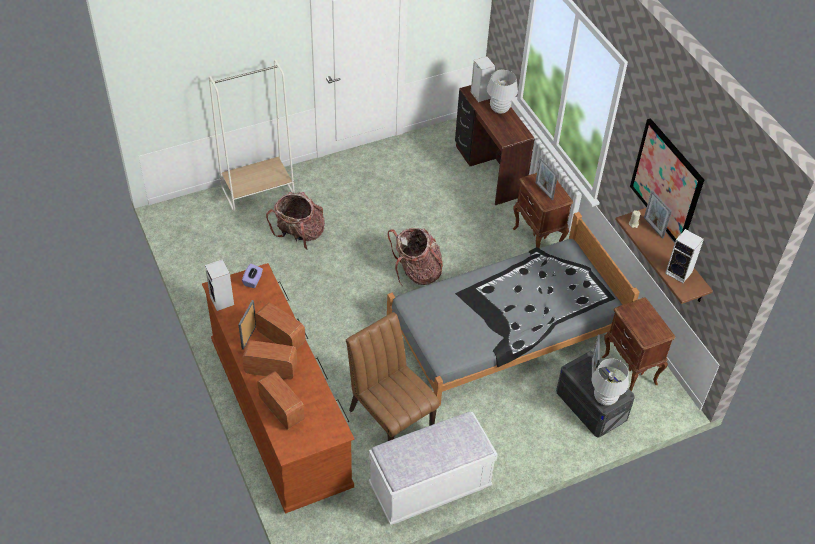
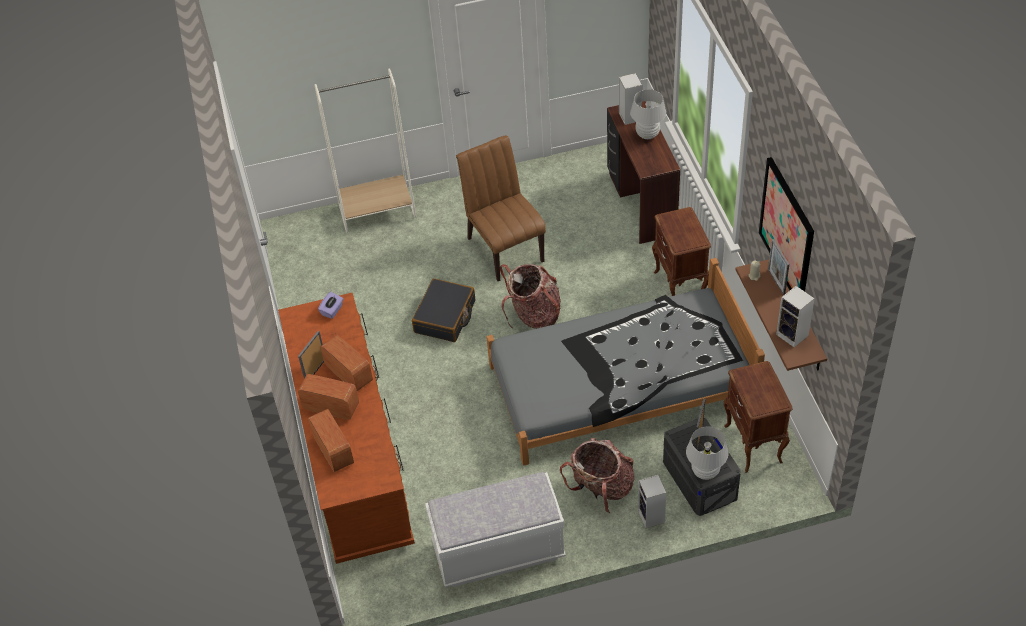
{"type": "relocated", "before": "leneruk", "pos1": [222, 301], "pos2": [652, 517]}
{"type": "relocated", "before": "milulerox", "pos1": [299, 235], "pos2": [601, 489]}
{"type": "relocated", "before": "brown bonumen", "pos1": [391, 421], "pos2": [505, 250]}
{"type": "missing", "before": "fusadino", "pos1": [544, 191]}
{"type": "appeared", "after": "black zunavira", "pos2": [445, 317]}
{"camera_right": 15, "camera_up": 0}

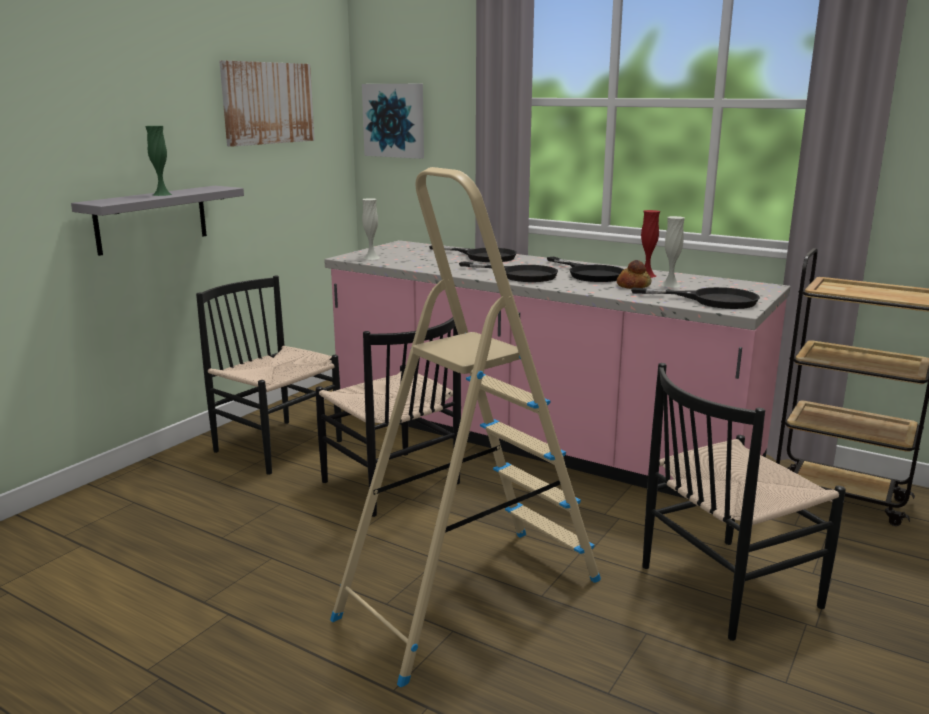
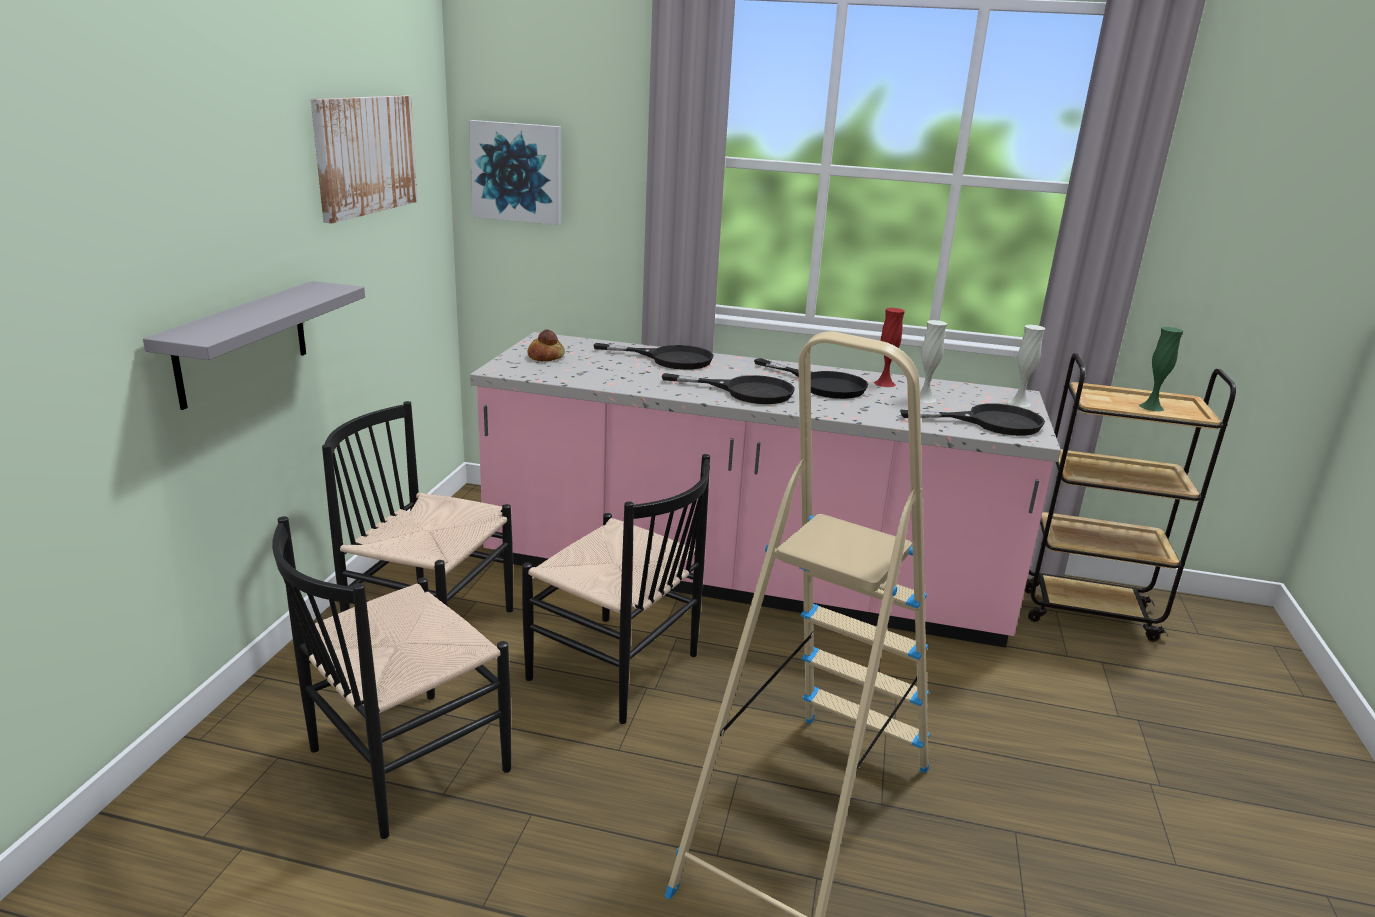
{"type": "relocated", "before": "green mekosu", "pos1": [162, 194], "pos2": [1151, 407]}
{"type": "relocated", "before": "white mekosu", "pos1": [371, 258], "pos2": [1019, 403]}
{"type": "relocated", "before": "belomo", "pos1": [633, 286], "pos2": [545, 357]}
{"type": "relocated", "before": "black bonumen", "pos1": [723, 589], "pos2": [401, 764]}
{"camera_right": -20, "camera_up": 5}

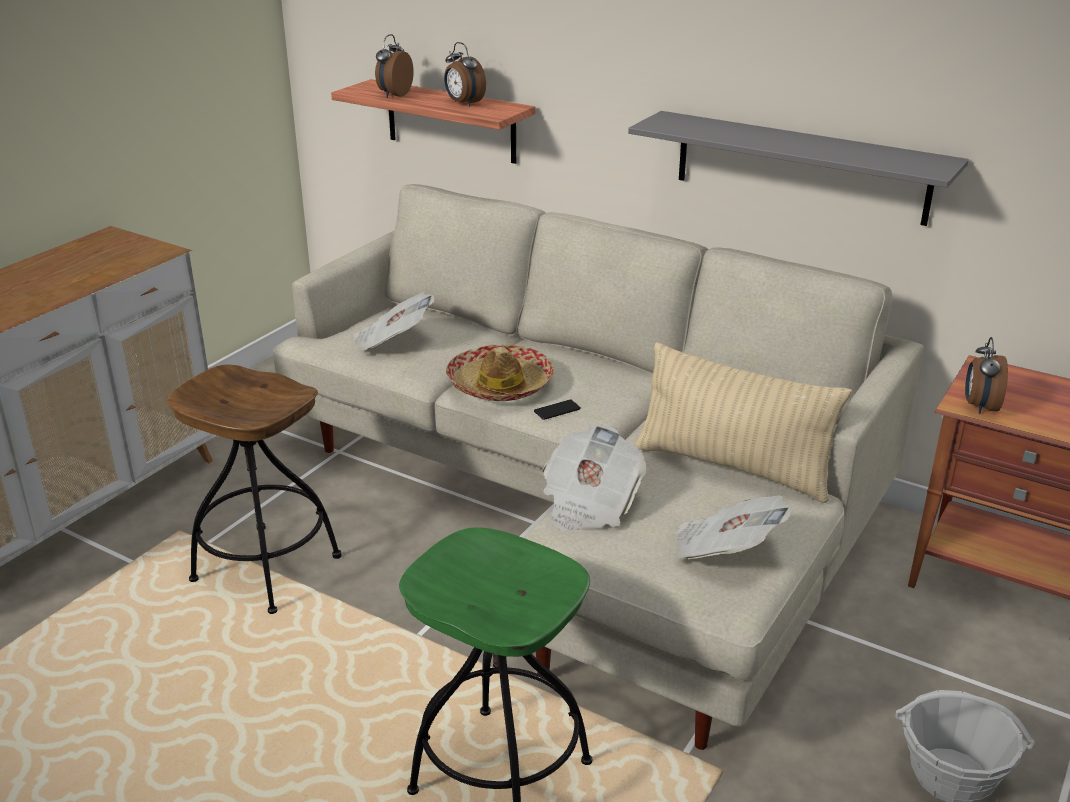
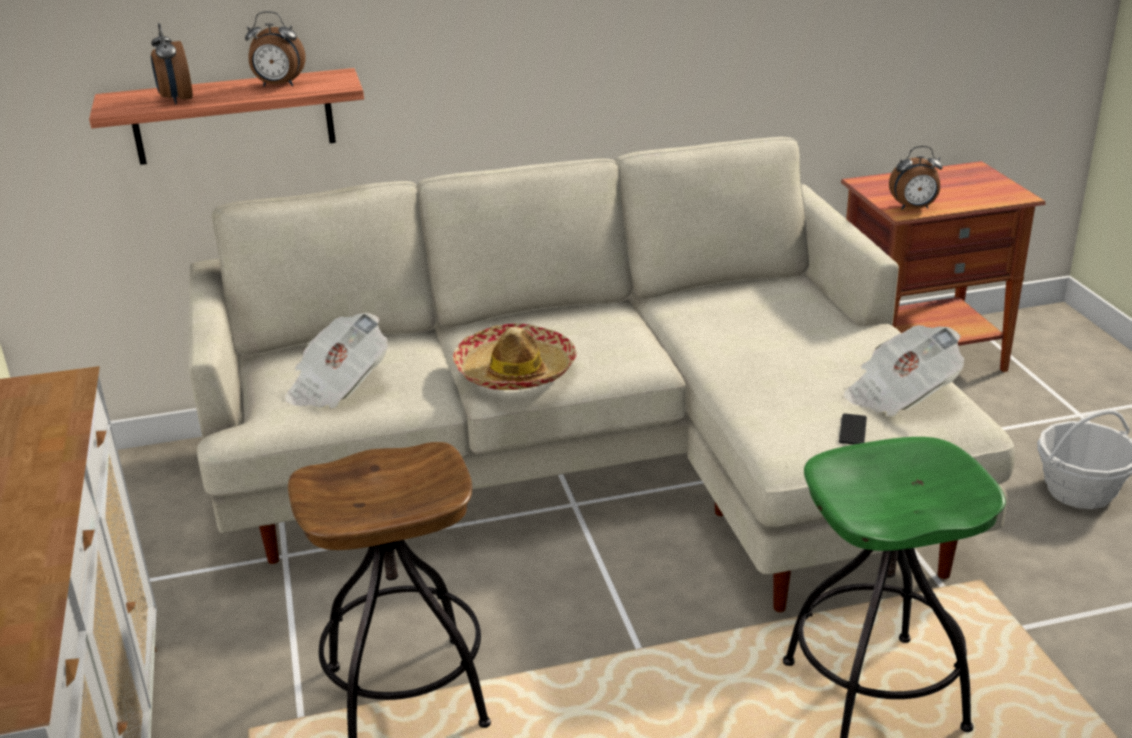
{"type": "relocated", "before": "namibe", "pos1": [557, 410], "pos2": [852, 430]}
{"type": "missing", "before": "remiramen", "pos1": [589, 504]}
{"type": "missing", "before": "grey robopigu", "pos1": [800, 167]}
{"type": "missing", "before": "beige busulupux", "pos1": [732, 467]}
{"type": "spun", "before": "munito", "pos1": [979, 406], "pos2": [914, 208], "turn": -60}
{"camera_right": -45, "camera_up": 0}

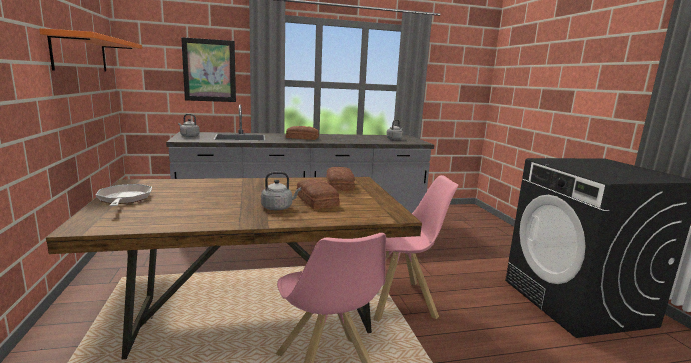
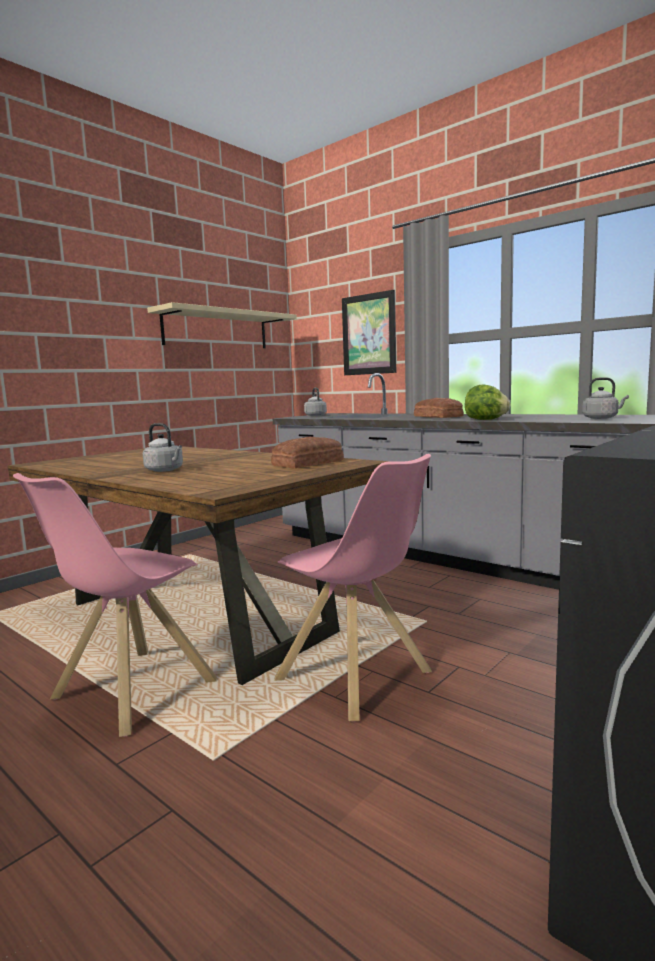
{"type": "colour", "before": "orange robopigu", "after": "beige robopigu", "pos1": [80, 54], "pos2": [216, 330]}
{"type": "missing", "before": "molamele", "pos1": [124, 199]}
{"type": "missing", "before": "belomo", "pos1": [316, 201]}
{"type": "appeared", "after": "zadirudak", "pos2": [485, 419]}
{"camera_right": 55, "camera_up": -5}

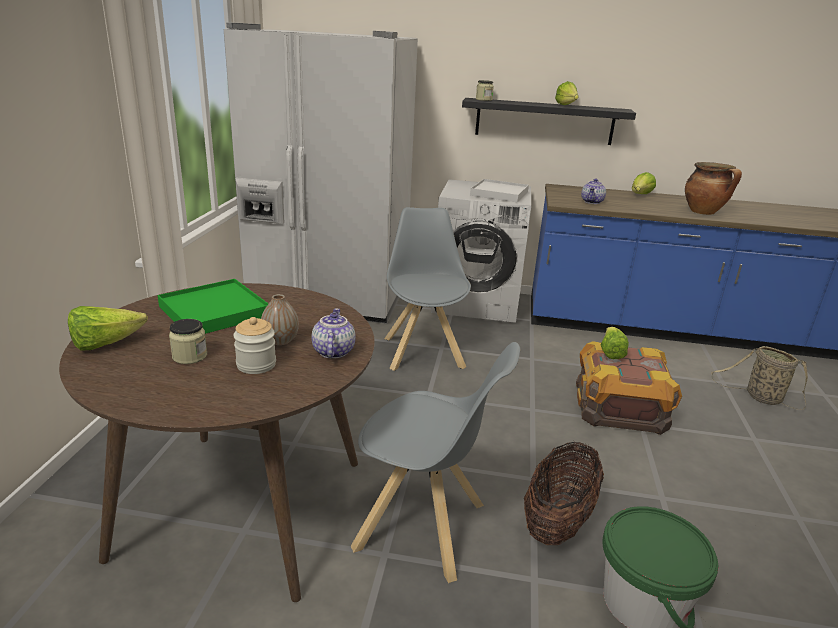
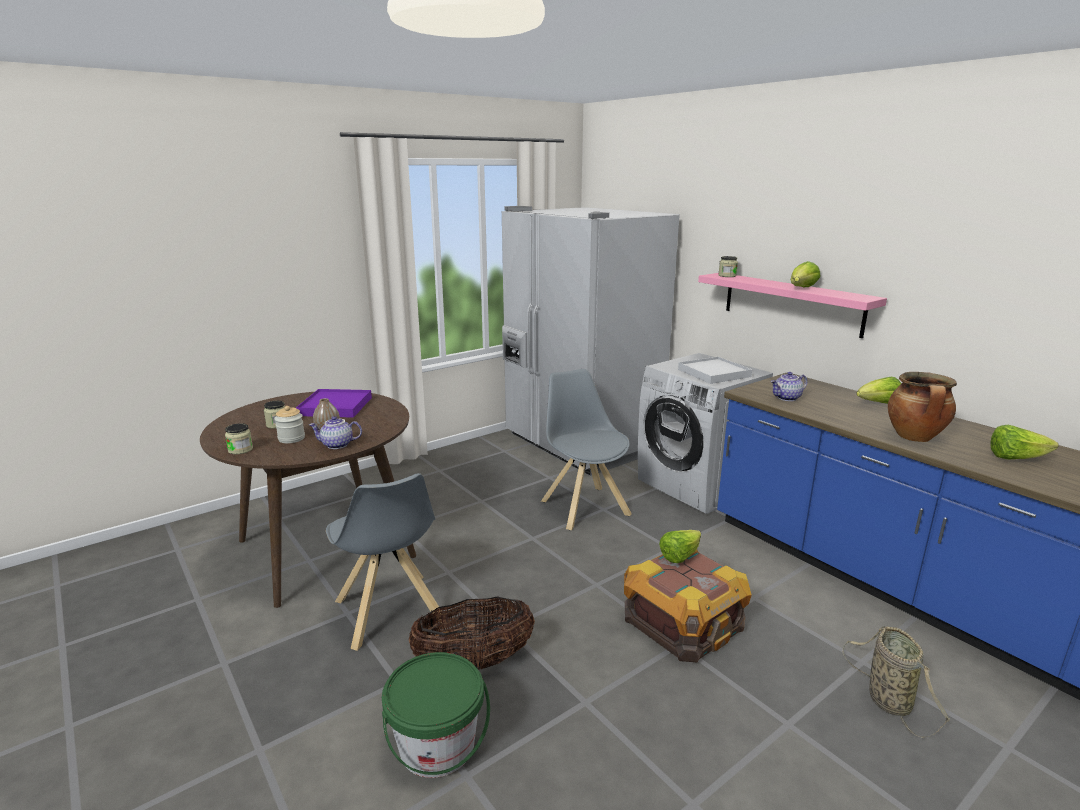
{"type": "relocated", "before": "zadirudak", "pos1": [105, 344], "pos2": [1015, 458]}
{"type": "colour", "before": "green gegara", "after": "purple gegara", "pos1": [214, 311], "pos2": [335, 406]}
{"type": "spun", "before": "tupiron", "pos1": [332, 351], "pos2": [337, 445], "turn": -135}
{"type": "spun", "before": "grey bonumen", "pos1": [423, 351], "pos2": [584, 506], "turn": -60}
{"type": "colour", "before": "black robopigu", "after": "pink robopigu", "pos1": [544, 121], "pos2": [791, 303]}
{"type": "appeared", "after": "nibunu", "pos2": [240, 450]}
{"camera_right": 45, "camera_up": -5}

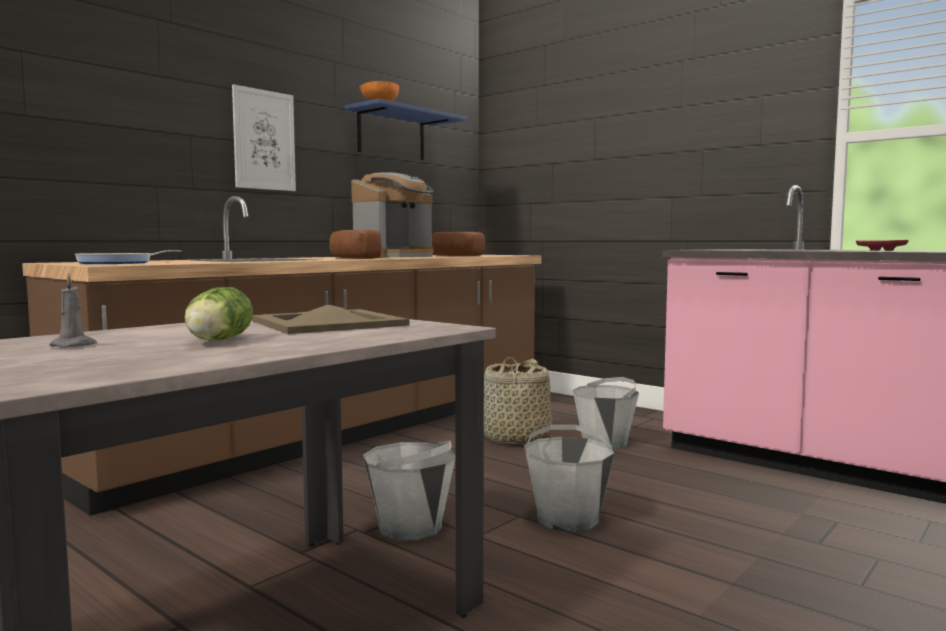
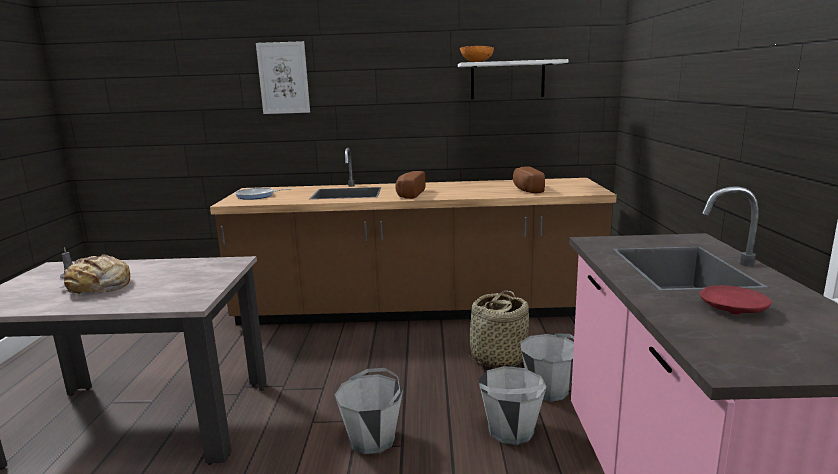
{"type": "exchanged", "before": "zadirudak", "after": "belomo", "pos1": [216, 341], "pos2": [99, 287]}
{"type": "relocated", "before": "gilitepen", "pos1": [264, 140], "pos2": [283, 78]}
{"type": "missing", "before": "beige gegara", "pos1": [330, 323]}
{"type": "colour", "before": "blue robopigu", "after": "white robopigu", "pos1": [391, 135], "pos2": [507, 80]}
{"type": "missing", "before": "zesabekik", "pos1": [395, 257]}
{"type": "relocated", "before": "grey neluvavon", "pos1": [410, 527], "pos2": [510, 430]}
{"camera_right": 50, "camera_up": 10}

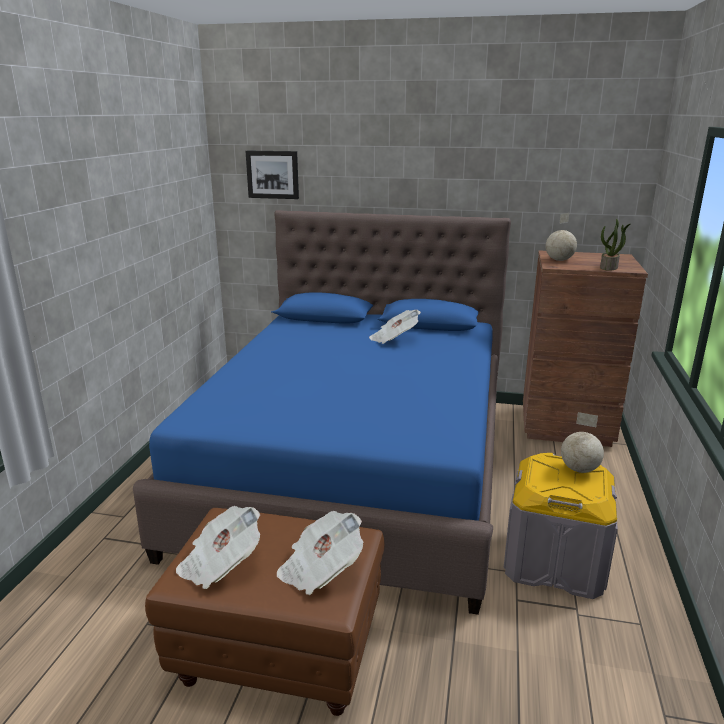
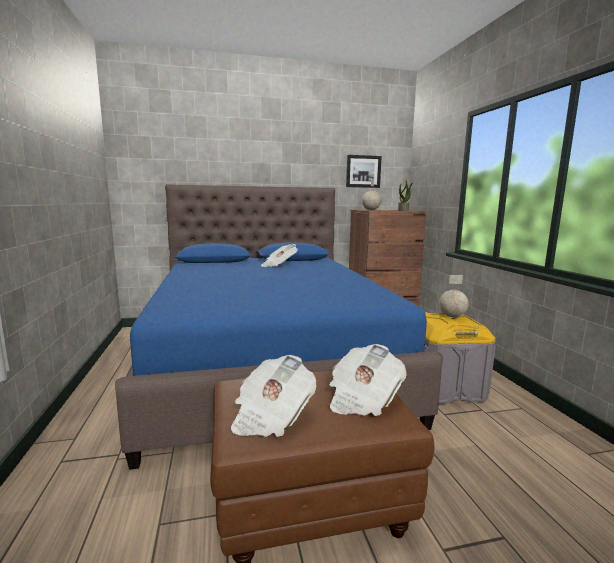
{"type": "relocated", "before": "gilitepen", "pos1": [273, 174], "pos2": [363, 171]}
{"camera_right": -25, "camera_up": -10}

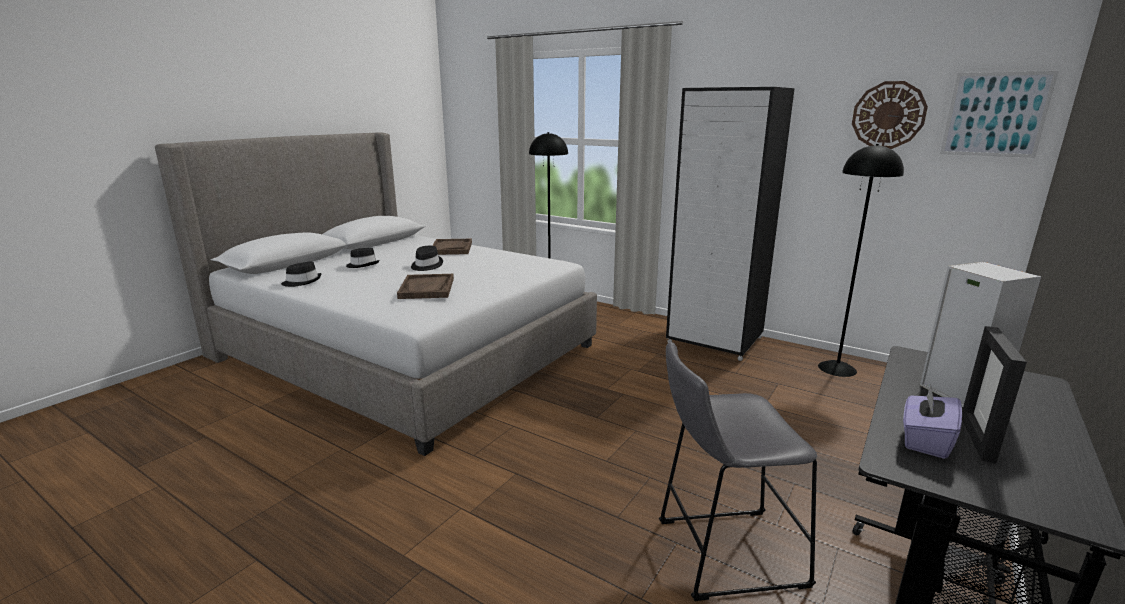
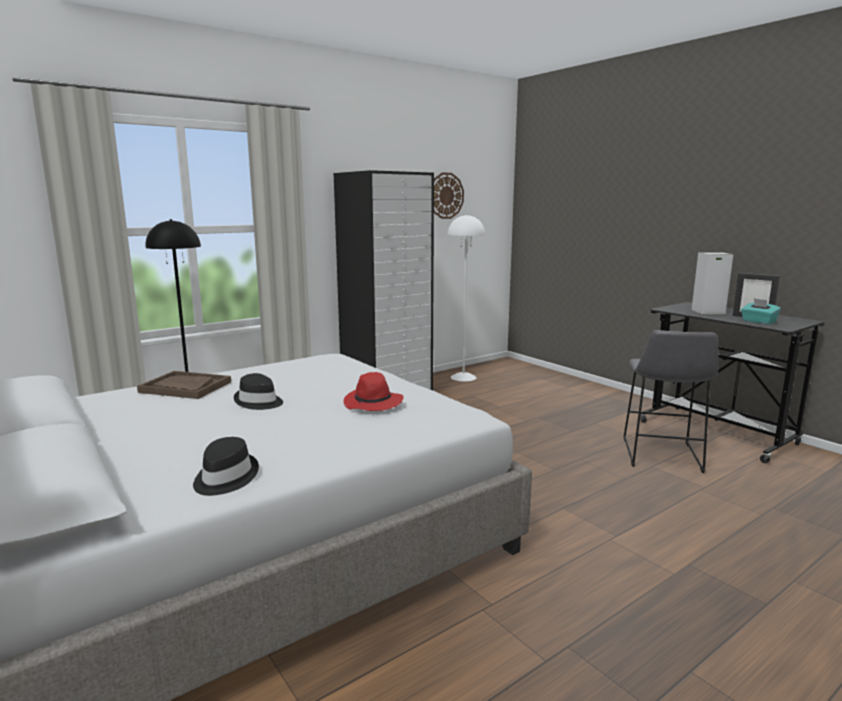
{"type": "missing", "before": "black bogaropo", "pos1": [363, 265]}
{"type": "exchanged", "before": "brown gegara", "after": "red bogaropo", "pos1": [427, 288], "pos2": [373, 404]}
{"type": "colour", "before": "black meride", "after": "white meride", "pos1": [837, 368], "pos2": [463, 377]}
{"type": "colour", "before": "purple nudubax", "after": "turquoise nudubax", "pos1": [925, 440], "pos2": [758, 322]}
{"type": "missing", "before": "gilitepen", "pos1": [995, 114]}
{"camera_right": -70, "camera_up": -5}

